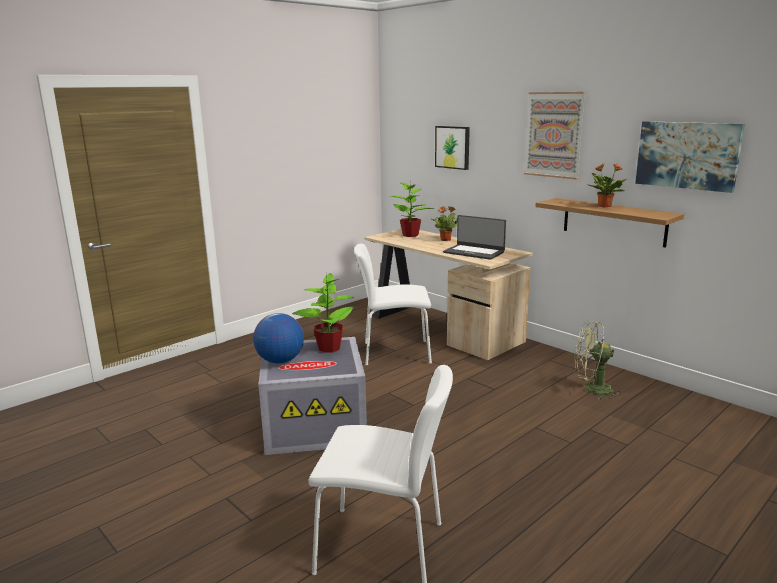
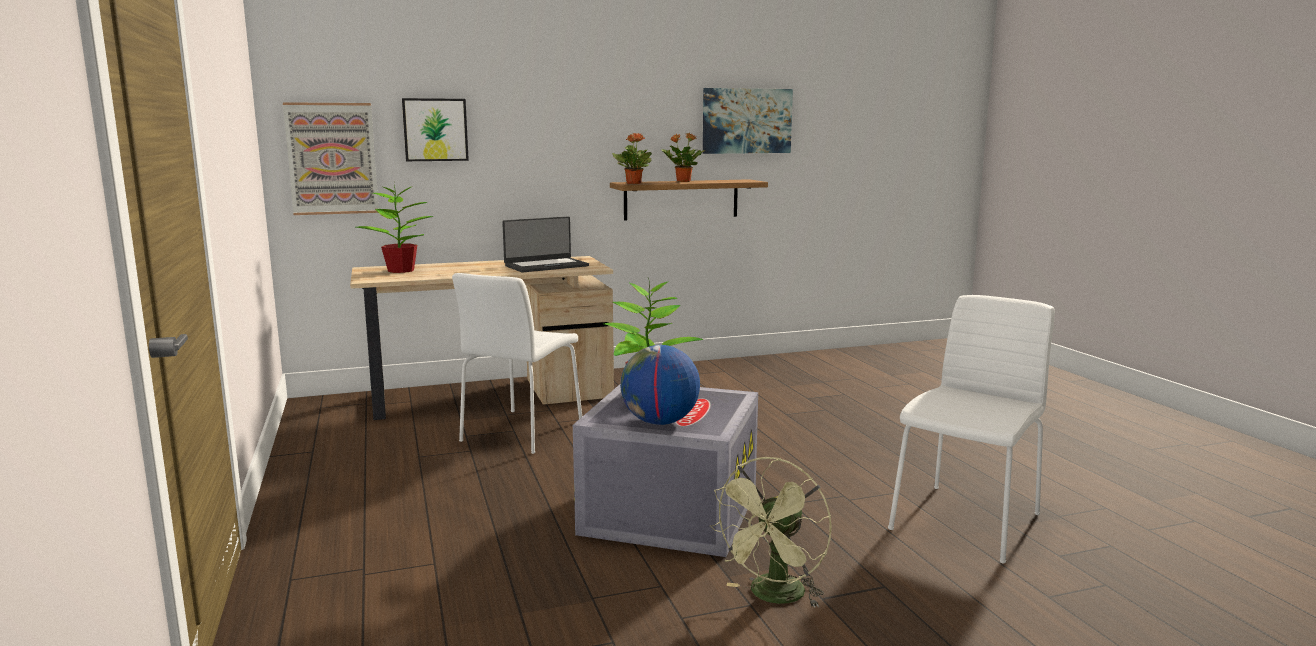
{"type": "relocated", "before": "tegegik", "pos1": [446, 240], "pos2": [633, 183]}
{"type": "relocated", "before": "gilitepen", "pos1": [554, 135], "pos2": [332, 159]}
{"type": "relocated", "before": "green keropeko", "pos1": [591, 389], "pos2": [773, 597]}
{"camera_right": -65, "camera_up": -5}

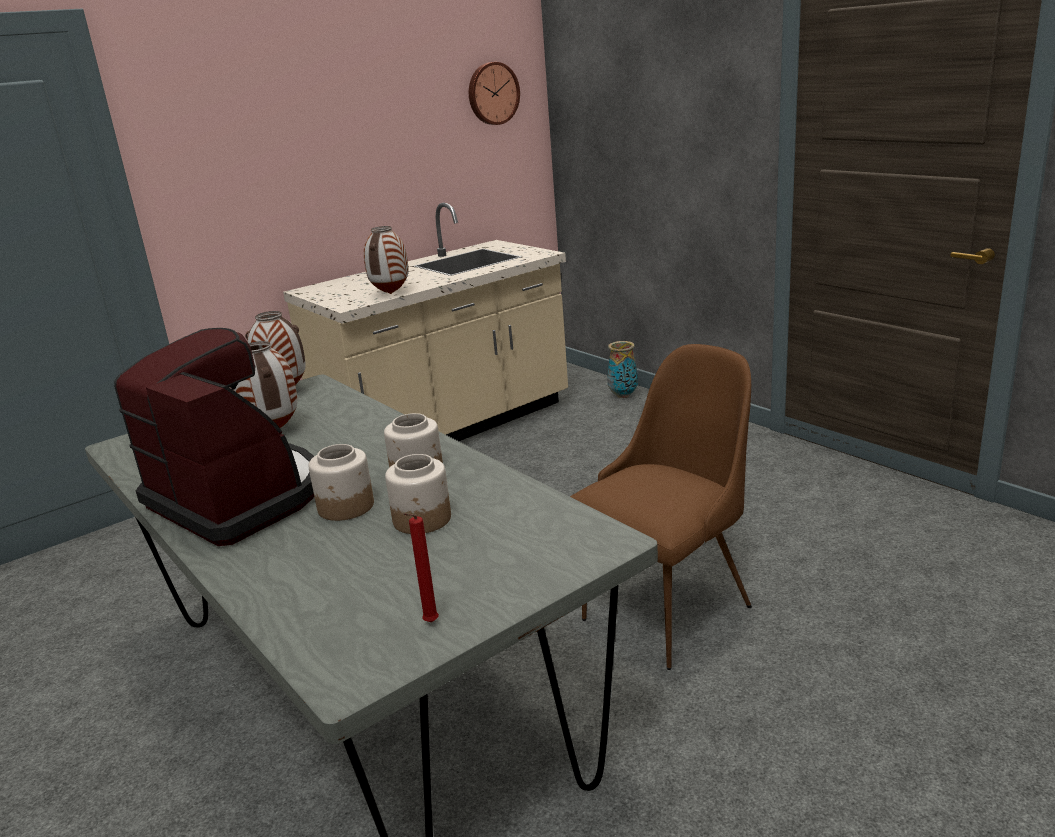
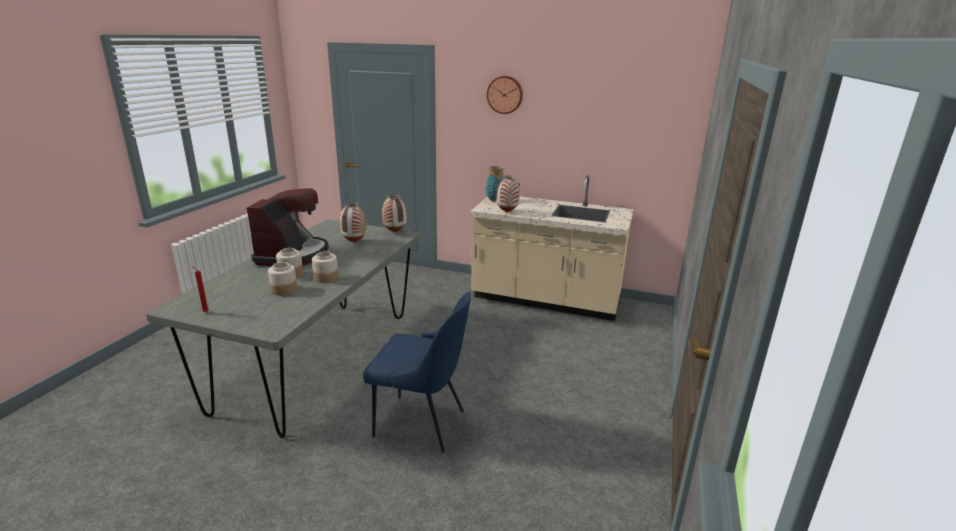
{"type": "relocated", "before": "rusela", "pos1": [492, 93], "pos2": [505, 94]}
{"type": "colour", "before": "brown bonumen", "after": "blue bonumen", "pos1": [667, 612], "pos2": [421, 423]}
{"type": "relocated", "before": "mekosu", "pos1": [623, 395], "pos2": [495, 200]}
{"camera_right": 55, "camera_up": 0}

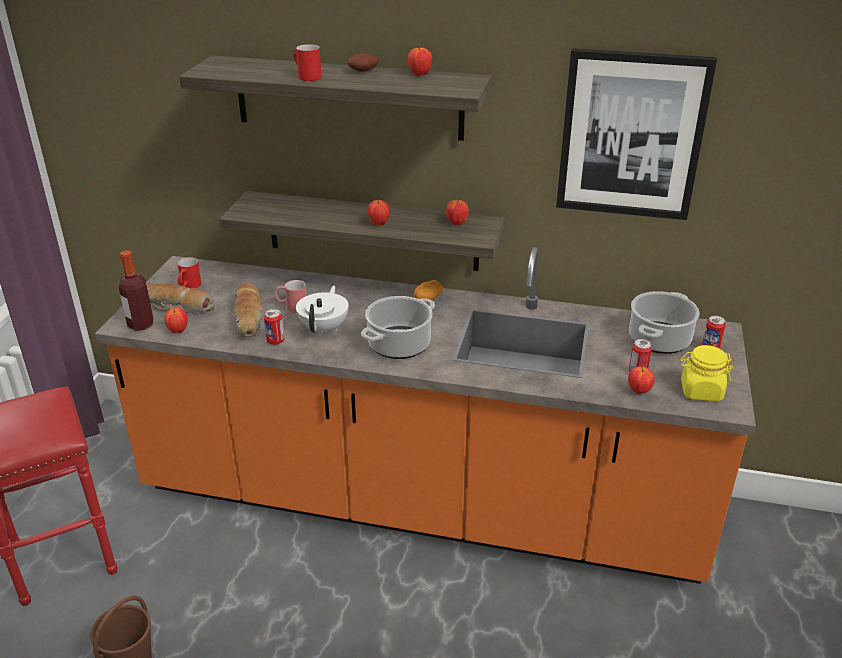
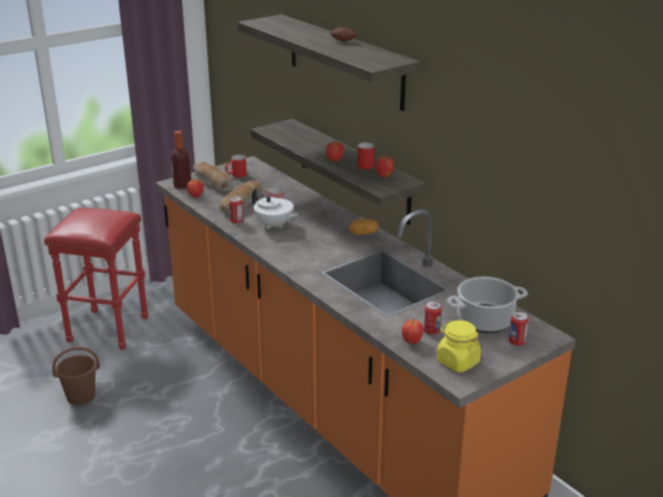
{"type": "relocated", "before": "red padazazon", "pos1": [306, 76], "pos2": [365, 164]}
{"type": "spun", "before": "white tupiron", "pos1": [324, 328], "pos2": [274, 225], "turn": 75}
{"type": "missing", "before": "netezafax", "pos1": [399, 344]}
{"type": "missing", "before": "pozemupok", "pos1": [420, 74]}
{"type": "missing", "before": "gilitepen", "pos1": [631, 135]}
{"camera_right": 40, "camera_up": -5}

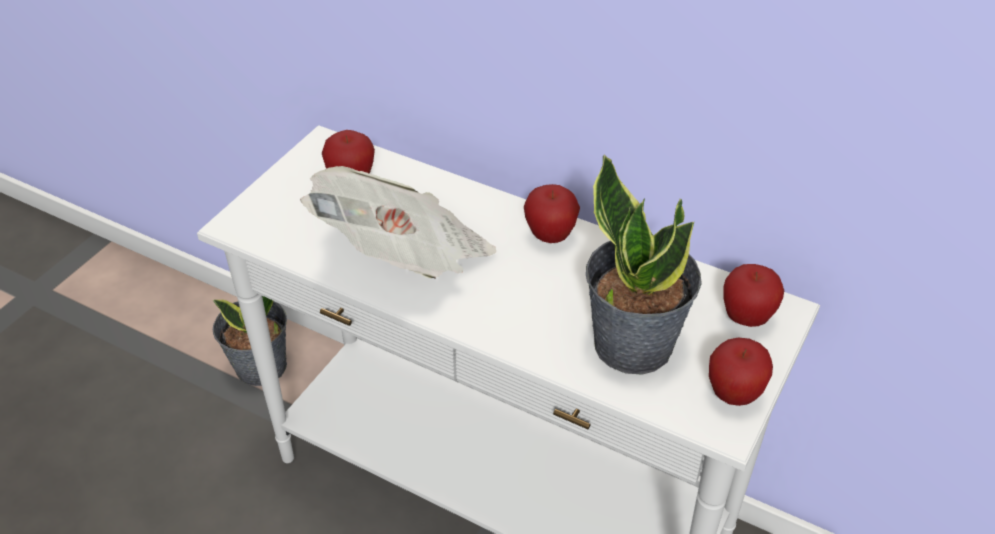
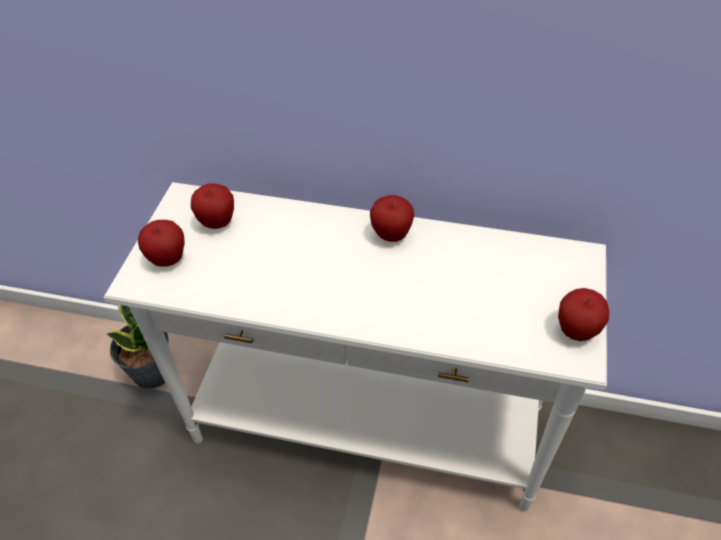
{"type": "missing", "before": "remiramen", "pos1": [405, 257]}
{"type": "missing", "before": "tegegik", "pos1": [633, 343]}
{"type": "relocated", "before": "pozemupok", "pos1": [746, 318], "pos2": [168, 260]}
{"camera_right": -15, "camera_up": 5}

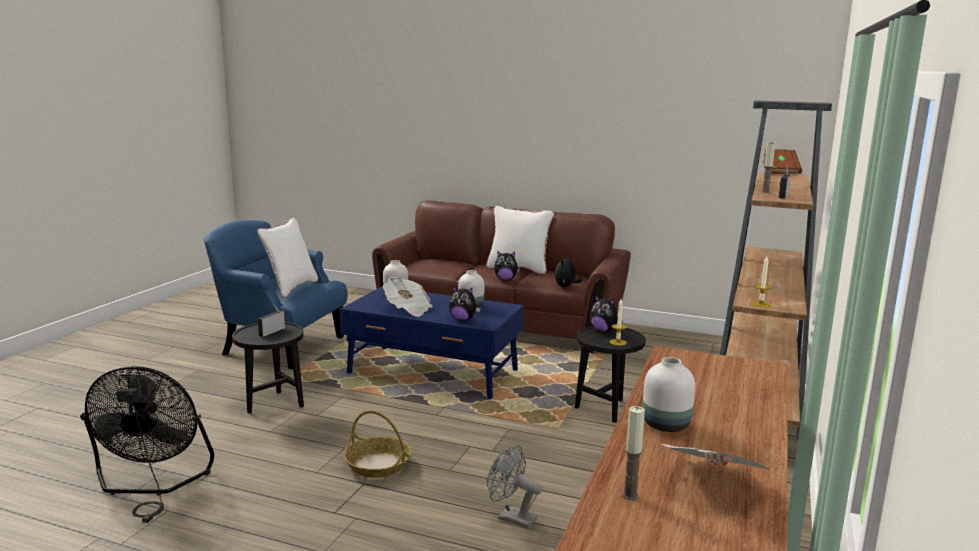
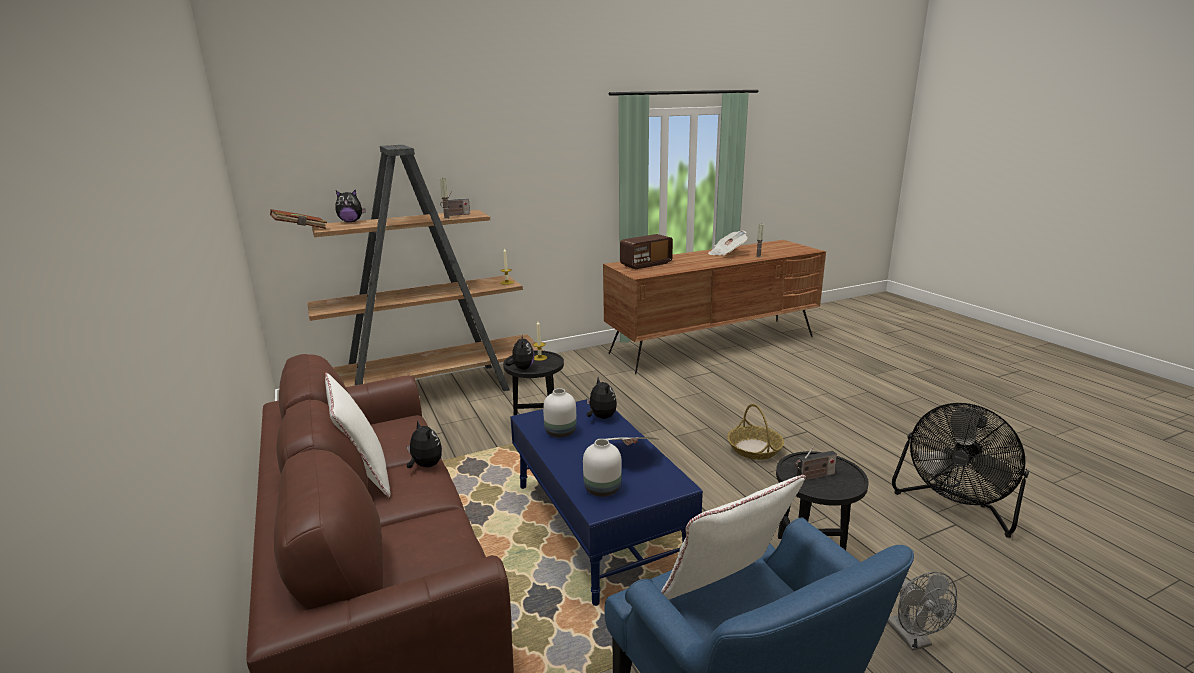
{"type": "relocated", "before": "grey keropeko", "pos1": [511, 518], "pos2": [913, 639]}
{"type": "relocated", "before": "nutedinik", "pos1": [566, 286], "pos2": [351, 222]}
{"type": "missing", "before": "white mekosu", "pos1": [664, 424]}
{"type": "appeared", "after": "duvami", "pos2": [646, 264]}
{"camera_right": -135, "camera_up": 5}

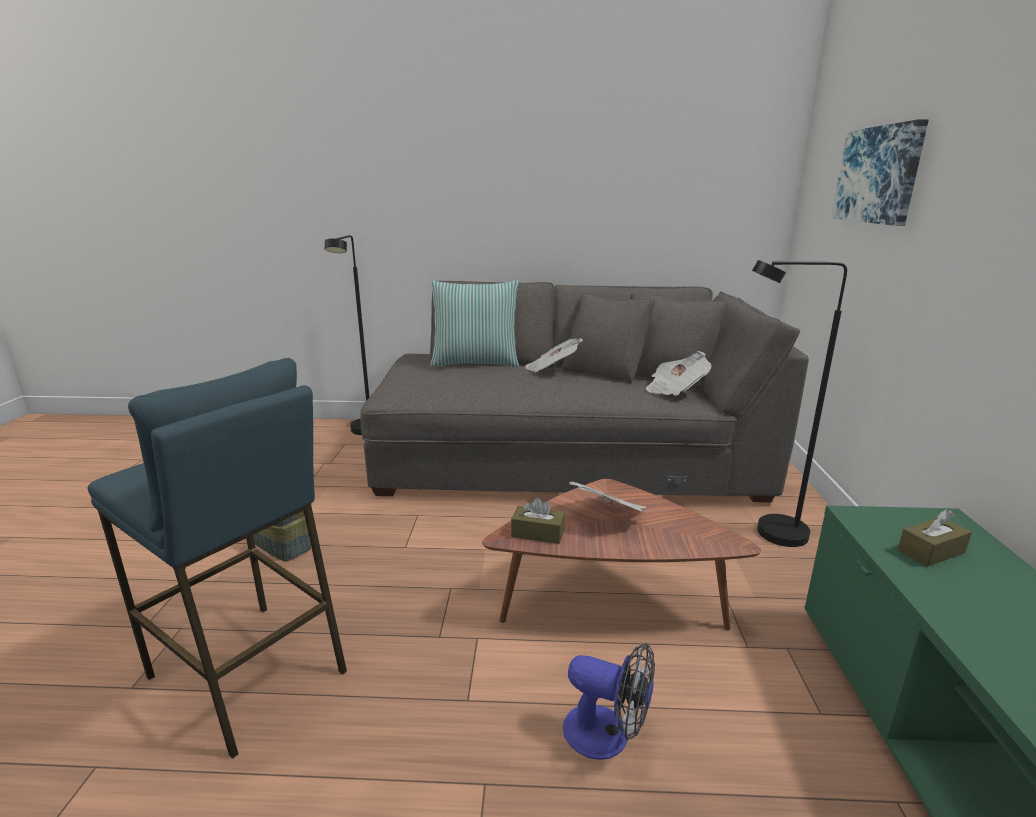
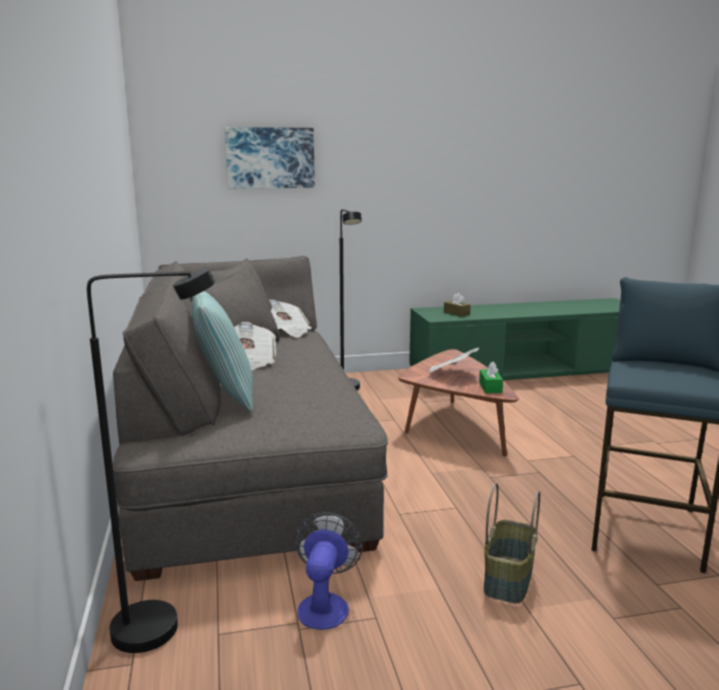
{"type": "colour", "before": "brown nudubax", "after": "green nudubax", "pos1": [538, 533], "pos2": [490, 387]}
{"type": "relocated", "before": "keropeko", "pos1": [607, 735], "pos2": [324, 604]}
{"camera_right": -105, "camera_up": -5}

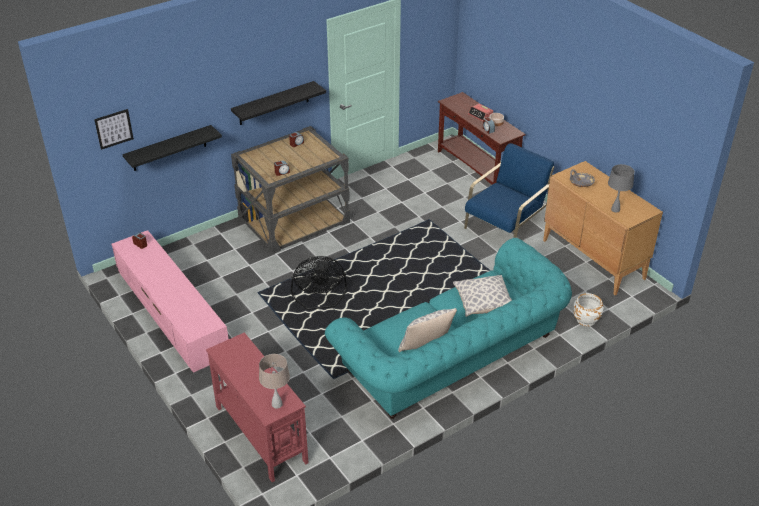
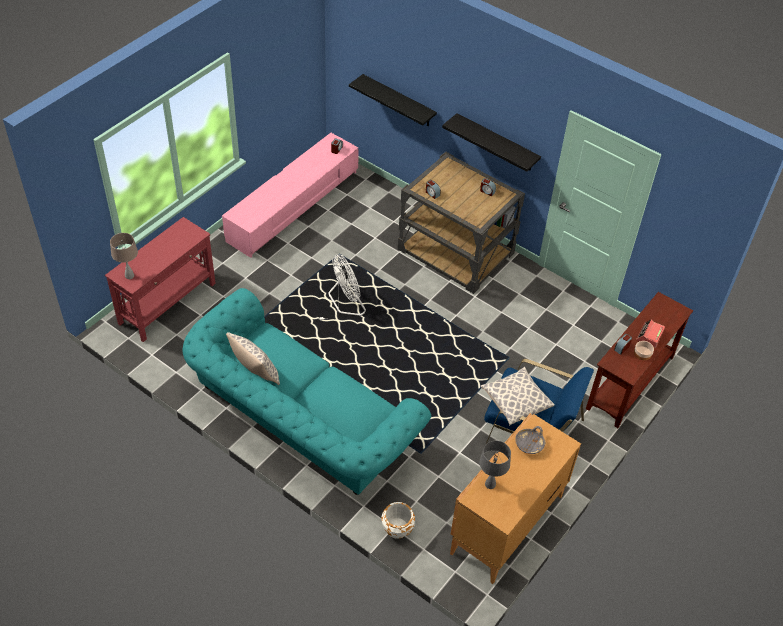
{"type": "missing", "before": "gilitepen", "pos1": [114, 129]}
{"type": "colour", "before": "black keropeko", "after": "white keropeko", "pos1": [322, 303], "pos2": [341, 302]}
{"type": "relocated", "before": "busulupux", "pos1": [483, 303], "pos2": [515, 402]}
{"camera_right": 70, "camera_up": 10}

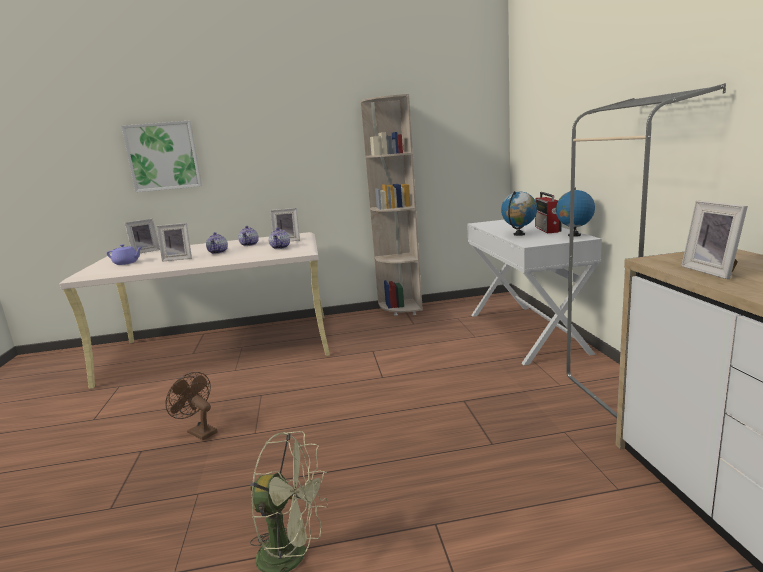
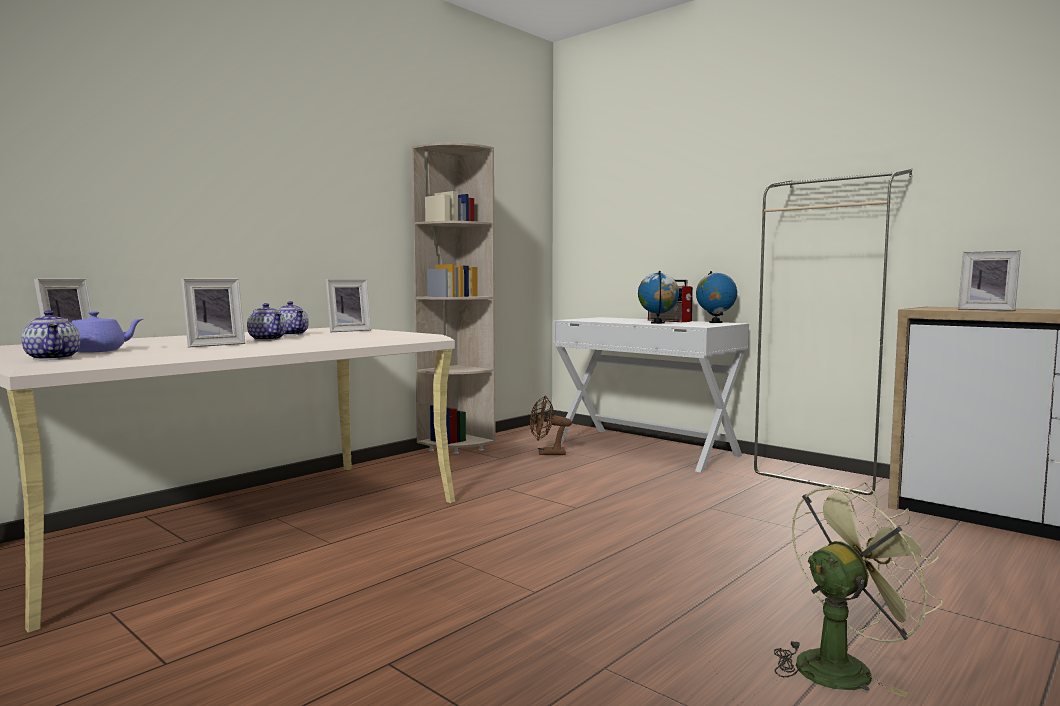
{"type": "missing", "before": "gilitepen", "pos1": [163, 156]}
{"type": "relocated", "before": "brown keropeko", "pos1": [199, 431], "pos2": [547, 453]}
{"type": "relocated", "before": "tupiron", "pos1": [281, 247], "pos2": [54, 358]}
{"camera_right": -40, "camera_up": -10}

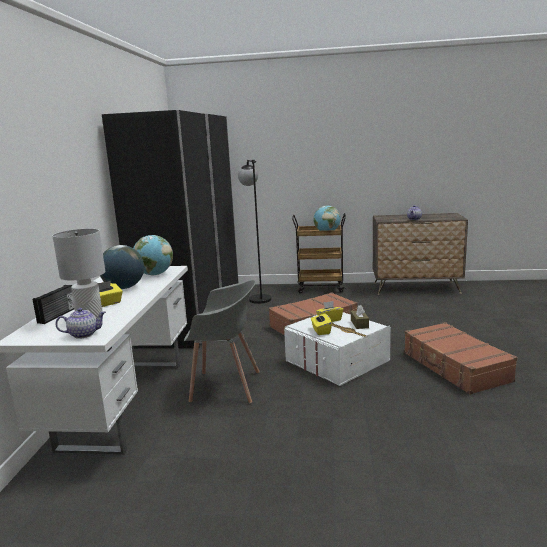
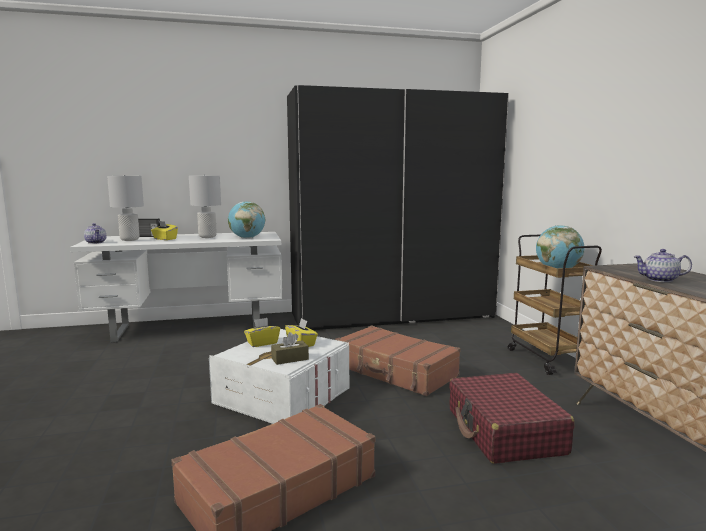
{"type": "exchanged", "before": "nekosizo", "after": "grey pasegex", "pos1": [124, 288], "pos2": [207, 237]}
{"type": "missing", "before": "grey bonumen", "pos1": [227, 387]}
{"type": "missing", "before": "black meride", "pos1": [258, 297]}
{"type": "appeared", "after": "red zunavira", "pos2": [504, 431]}
{"camera_right": 70, "camera_up": -5}

